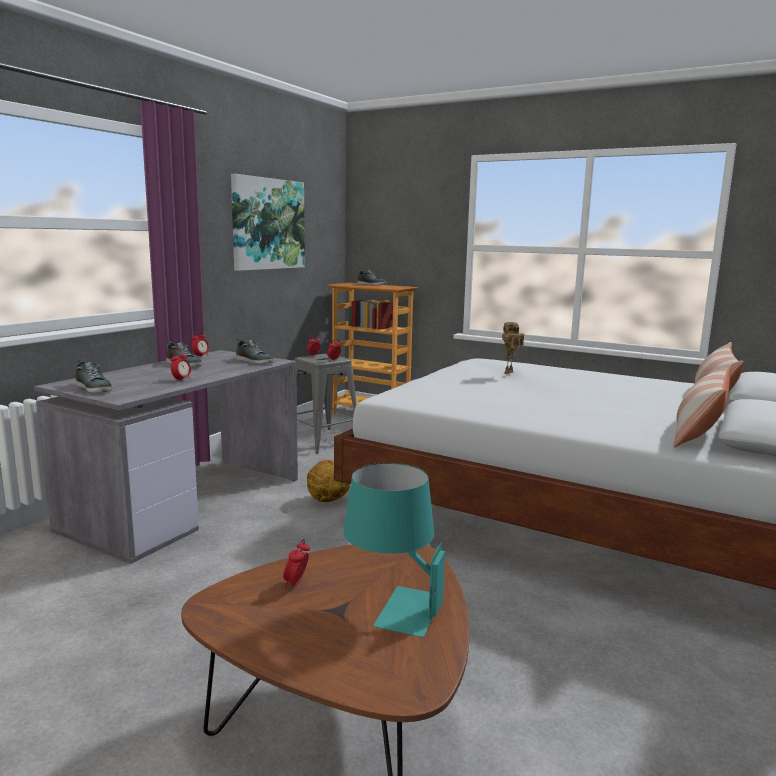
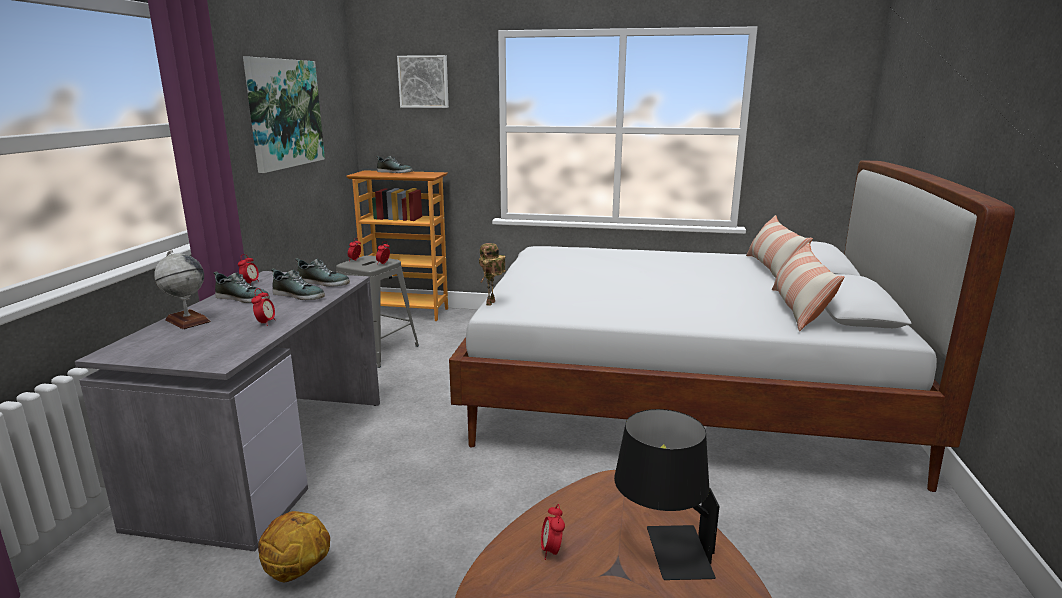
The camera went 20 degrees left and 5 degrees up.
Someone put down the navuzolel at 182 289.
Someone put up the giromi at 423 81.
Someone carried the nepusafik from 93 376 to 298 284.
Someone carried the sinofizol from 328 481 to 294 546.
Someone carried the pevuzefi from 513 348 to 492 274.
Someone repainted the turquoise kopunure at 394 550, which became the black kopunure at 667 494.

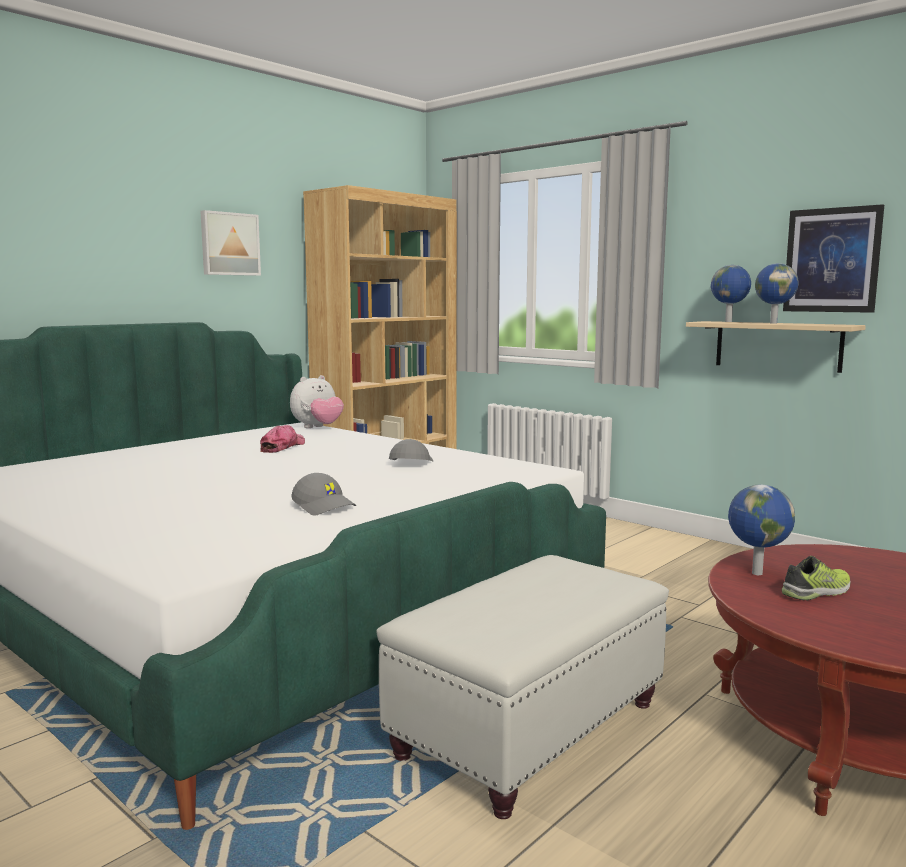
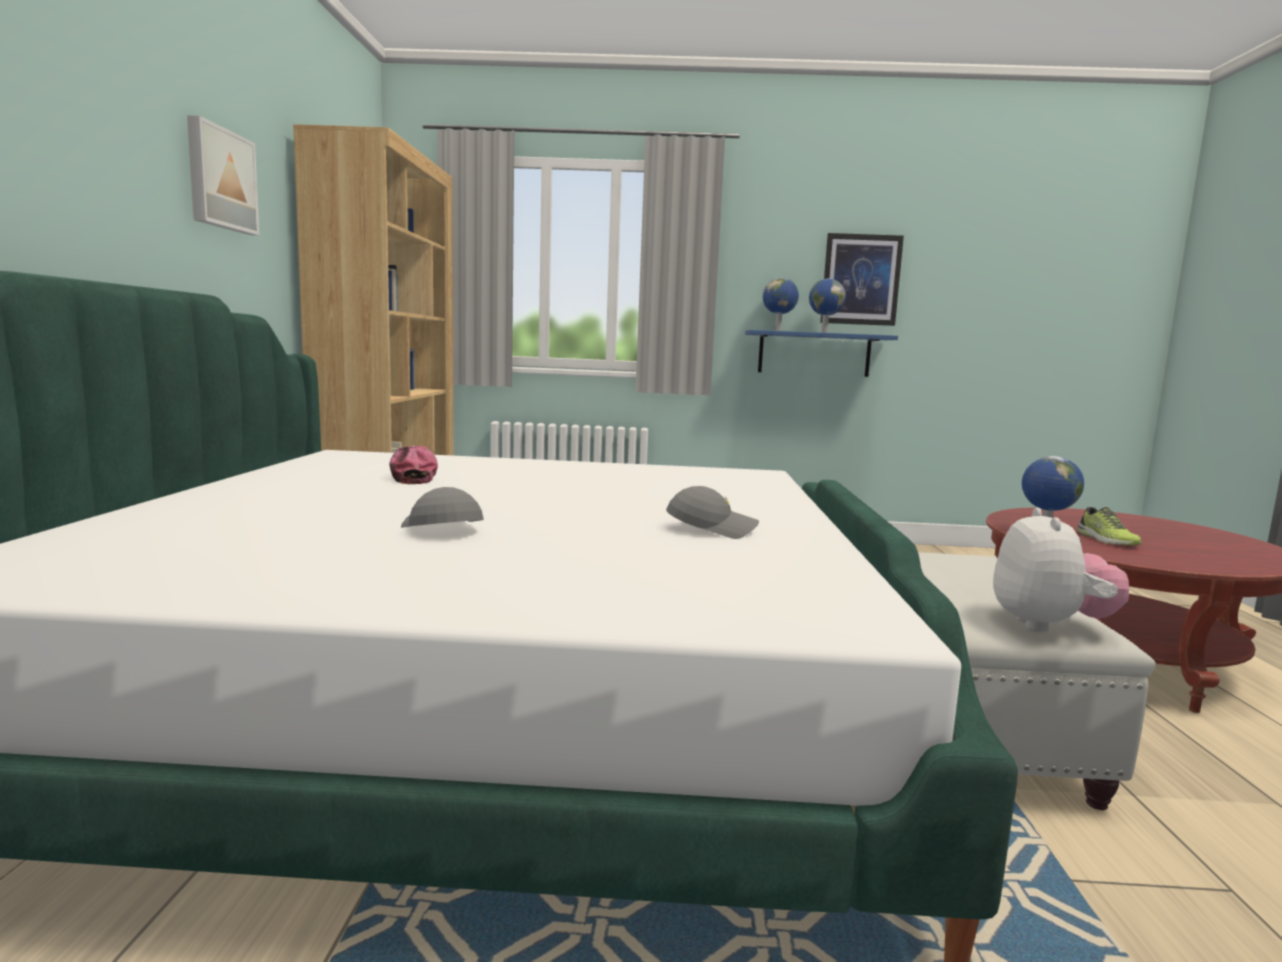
The camera went 40 degrees left and 0 degrees up.
Someone carried the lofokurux from 317 401 to 1061 570.
Someone carried the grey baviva from 411 450 to 442 507.
Someone repainted the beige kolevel at 776 347, which became the blue kolevel at 821 353.
Someone rotated the nepusafik at 816 578 by 150 degrees clockwise.

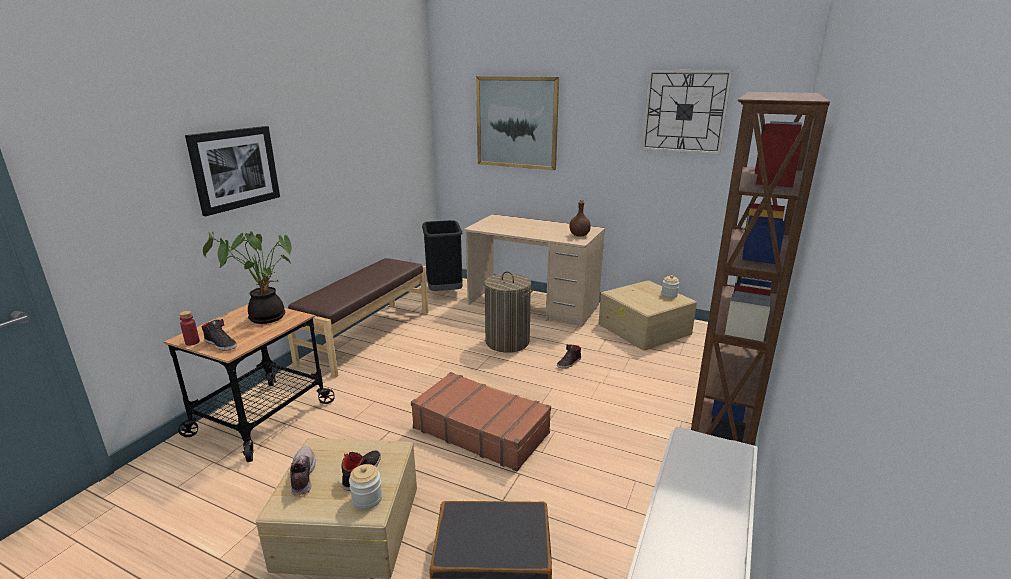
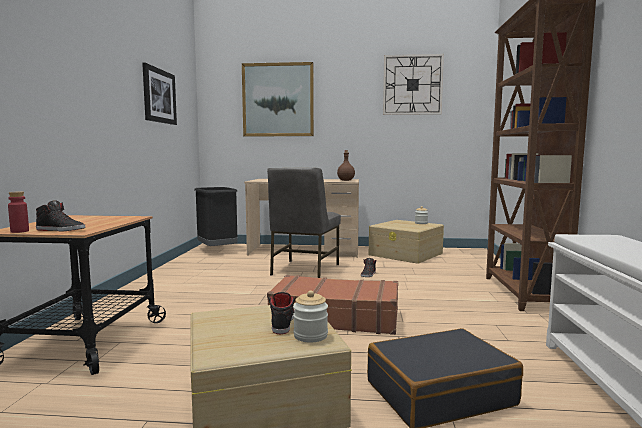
The camera went 20 degrees left and 15 degrees down.
Someone took away the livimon at 247 277.
Someone took away the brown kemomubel at 358 318.
Someone took away the nepusafik at 303 471.
Someone carried the giromi from 232 171 to 159 94.
Someone swapped the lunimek at 508 311 for the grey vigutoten at 304 223.

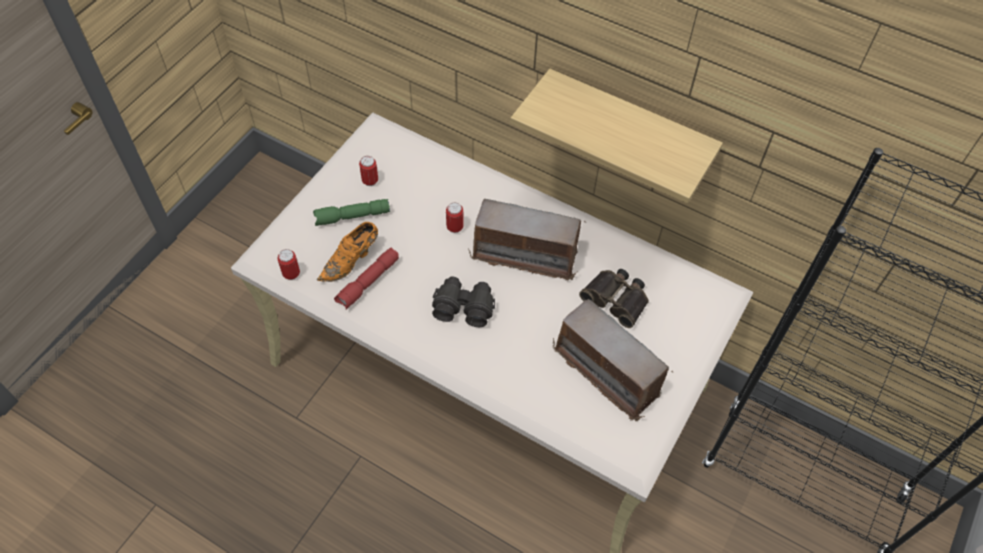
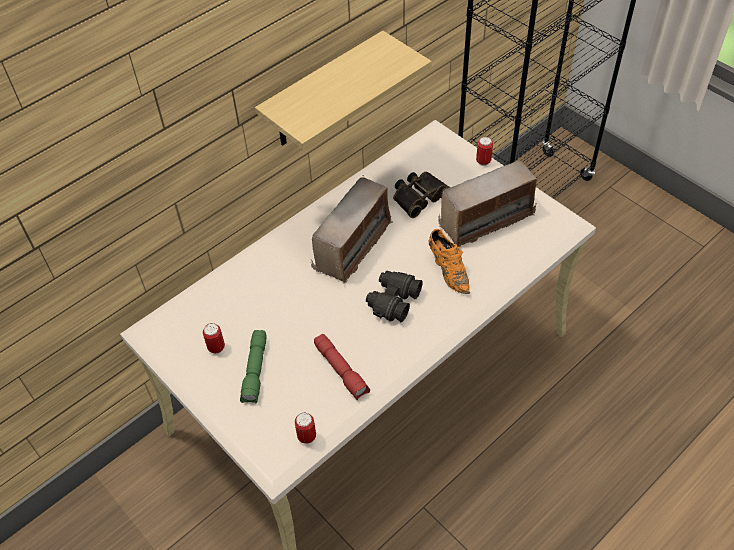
The camera went 70 degrees left and 5 degrees down.
Someone carried the orange nepusafik from 347 252 to 449 261.
Someone carried the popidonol from 455 218 to 484 151.

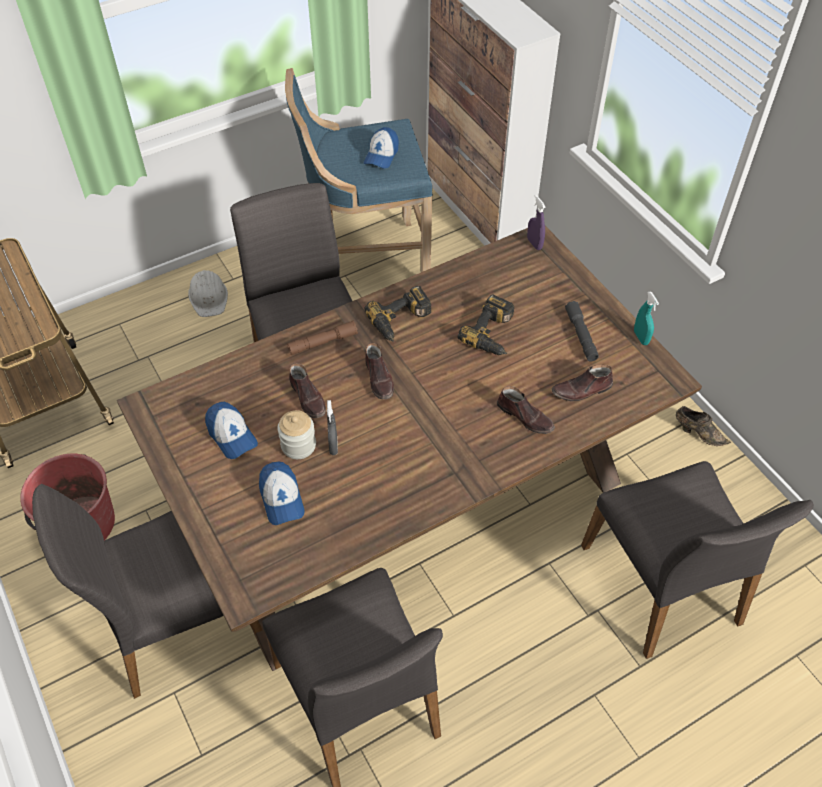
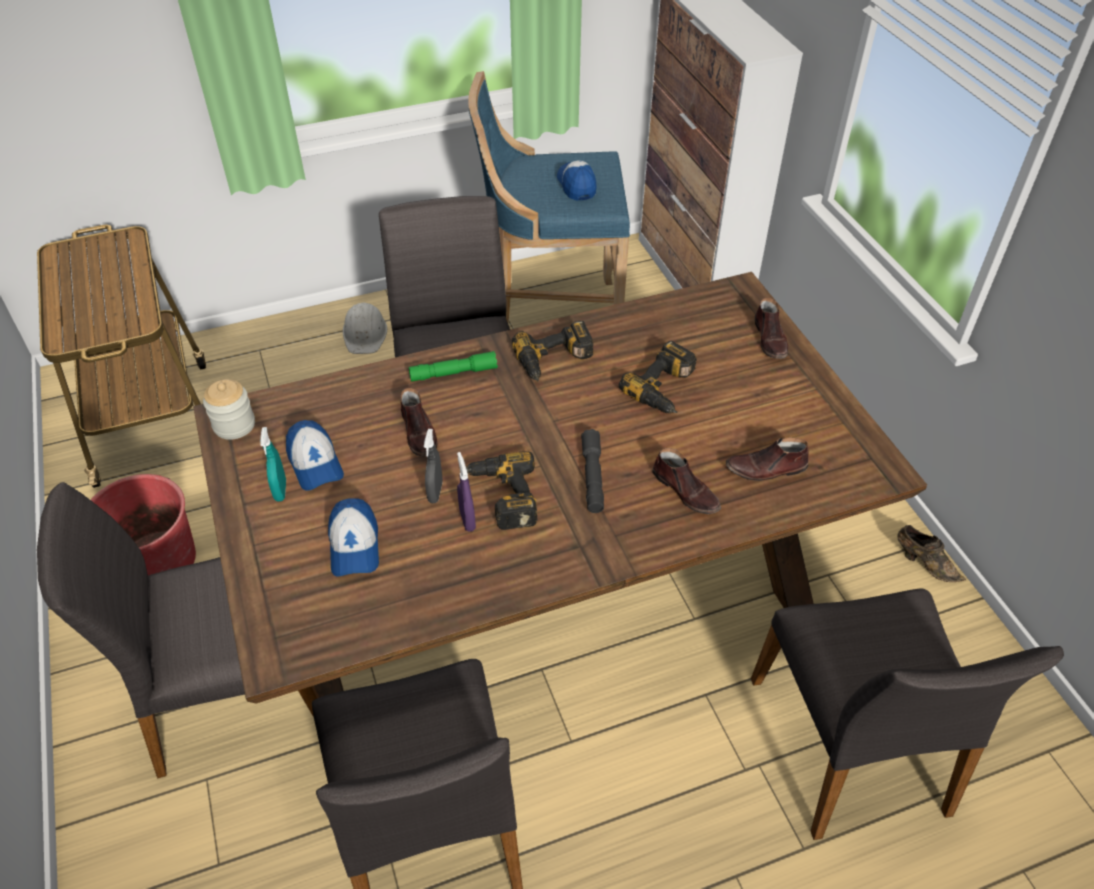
The camera went 10 degrees right and 5 degrees down.
Someone put down the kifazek at 501 490.
Someone carried the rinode from 297 434 to 229 409.
Someone carried the brown nepusafik from 379 371 to 771 328.
Someone carried the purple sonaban from 536 222 to 466 492.
Someone carried the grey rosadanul from 582 331 to 592 471.
Someone carried the turquoise sonaban from 646 318 to 273 464.
Someone repainted the brown rosadanul at 322 338, which became the green rosadanul at 453 366.
Someone rotated the baviva at 381 148 by 135 degrees clockwise.

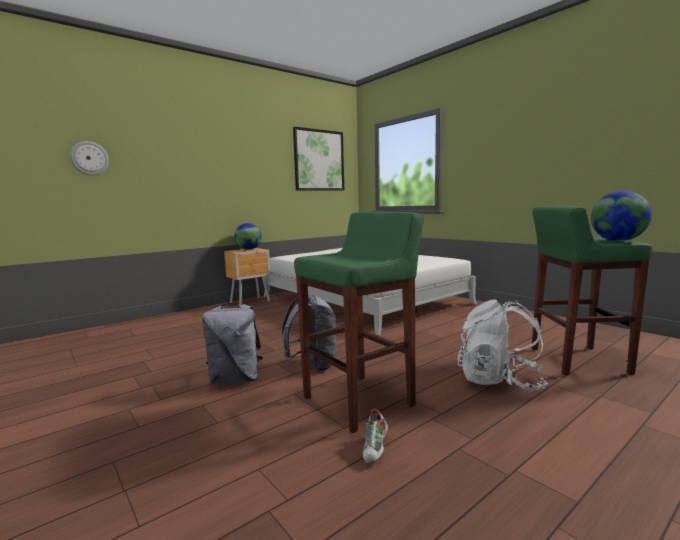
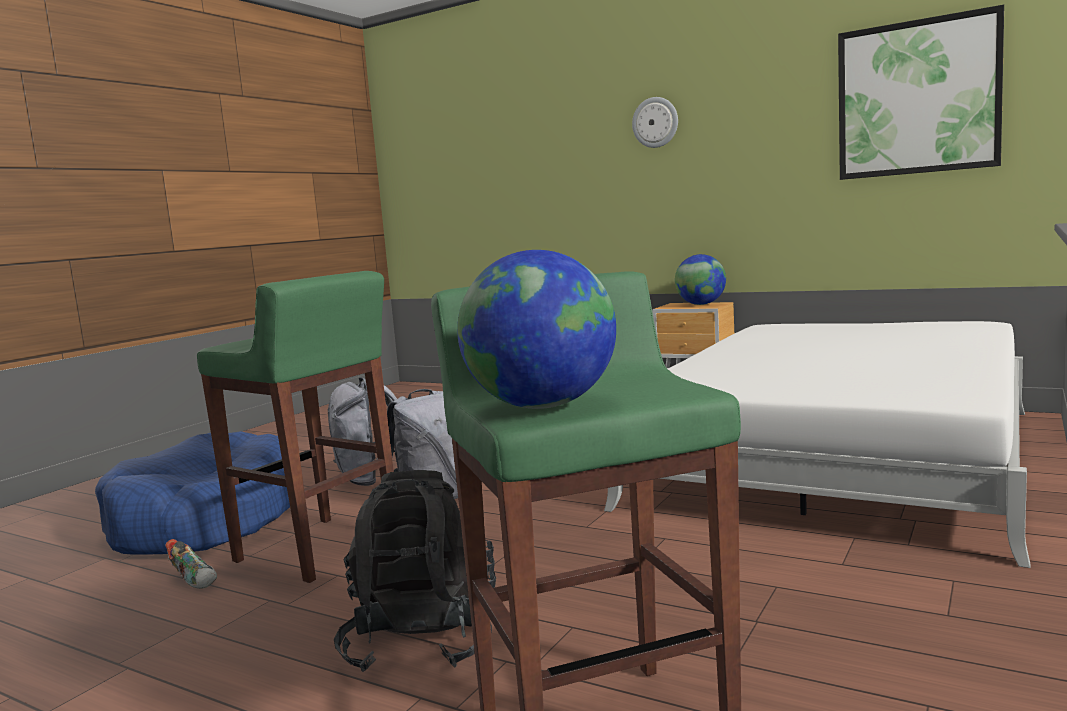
The camera went 70 degrees right and 0 degrees up.
Someone put down the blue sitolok at 192 493.
Someone carried the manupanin from 89 158 to 655 122.
Someone repainted the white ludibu at 503 345, which became the black ludibu at 415 571.
Someone rotated the nepusafik at 375 436 by 135 degrees counterclockwise.

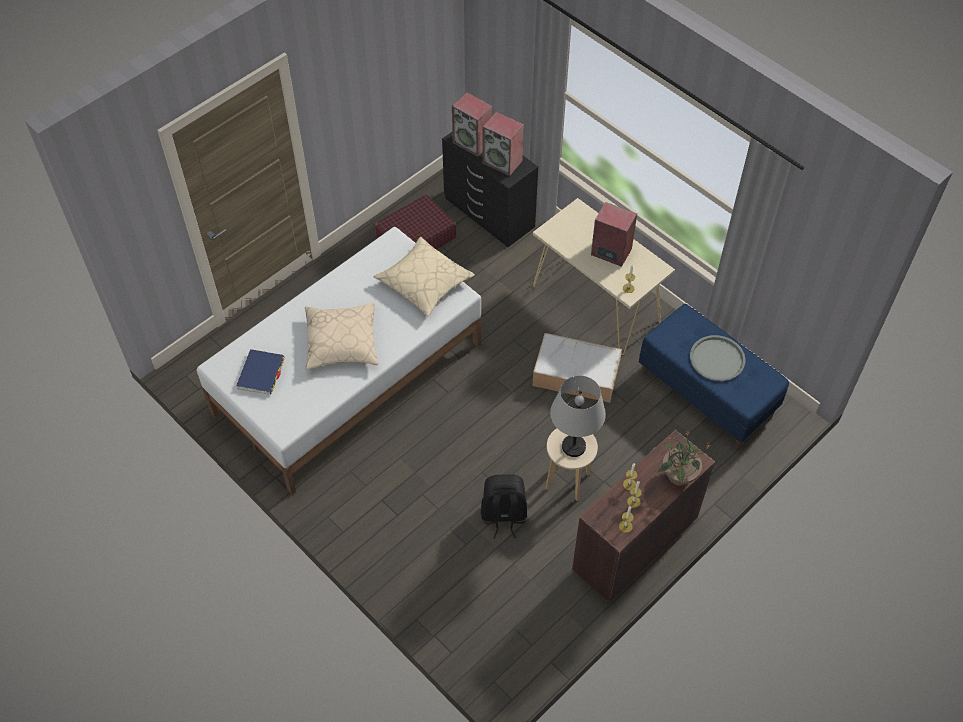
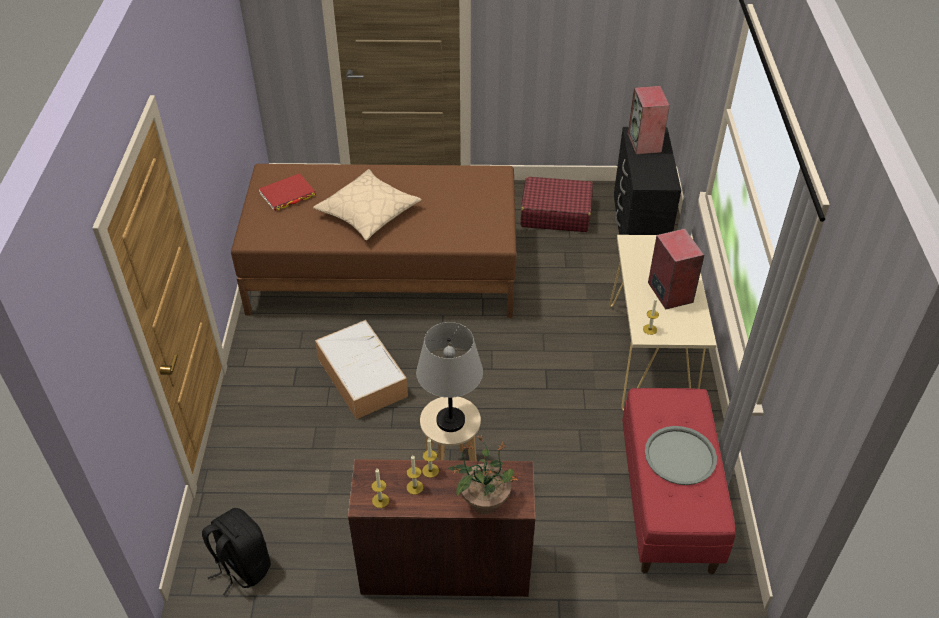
The camera went 45 degrees right and 10 degrees down.
Someone took away the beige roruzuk at 424 277.
Someone took away the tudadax at 503 144.
Someone carried the black ludibu from 504 506 to 236 552.
Someone carried the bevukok from 577 368 to 361 369.
Someone repainted the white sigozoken at 339 361, which became the brown sigozoken at 374 241.
Someone repainted the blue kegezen at 260 372, which became the red kegezen at 287 192.
Someone repainted the blue kemomubel at 714 376, which became the red kemomubel at 679 481.

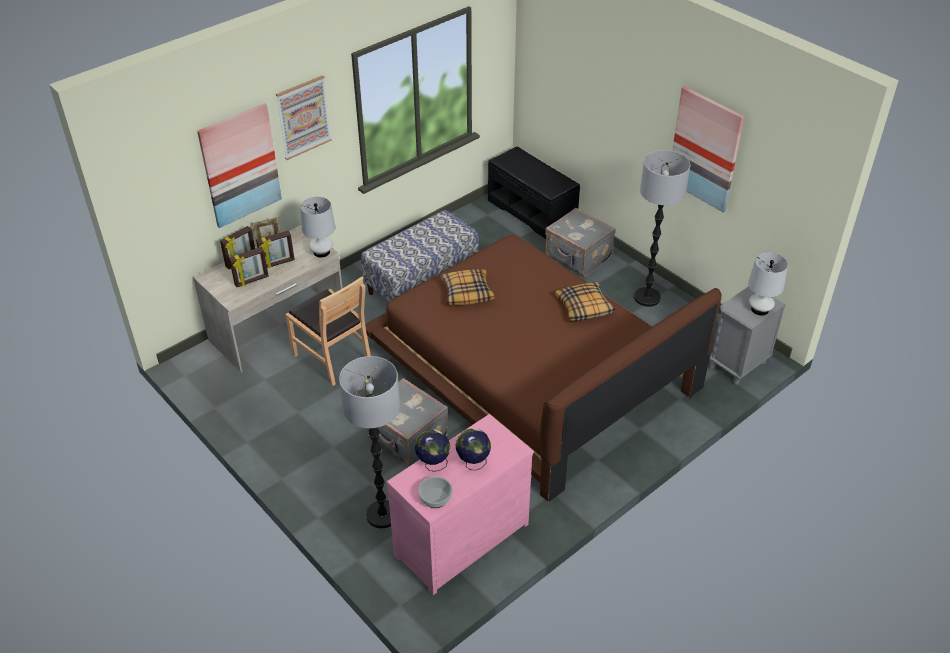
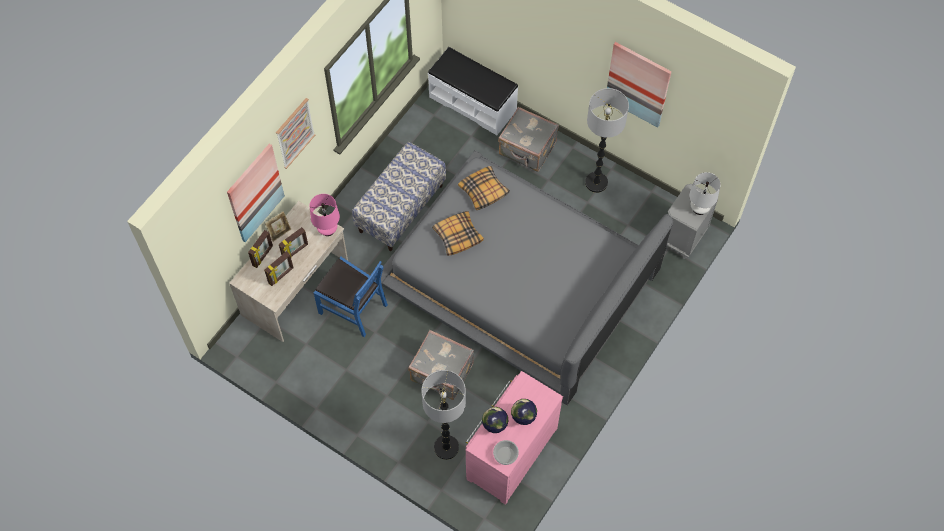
The camera went 15 degrees left and 20 degrees up.
Someone carried the roruzuk from 585 301 to 484 188.
Someone repainted the brown vigutoten at 328 331, which became the blue vigutoten at 351 297.
Someone repainted the white kopunure at 317 227, which became the pink kopunure at 325 215.
Someone repainted the brown sigozoken at 543 368, which became the grey sigozoken at 524 277.
Someone repainted the black kemomubel at 534 192, which became the white kemomubel at 473 91.

